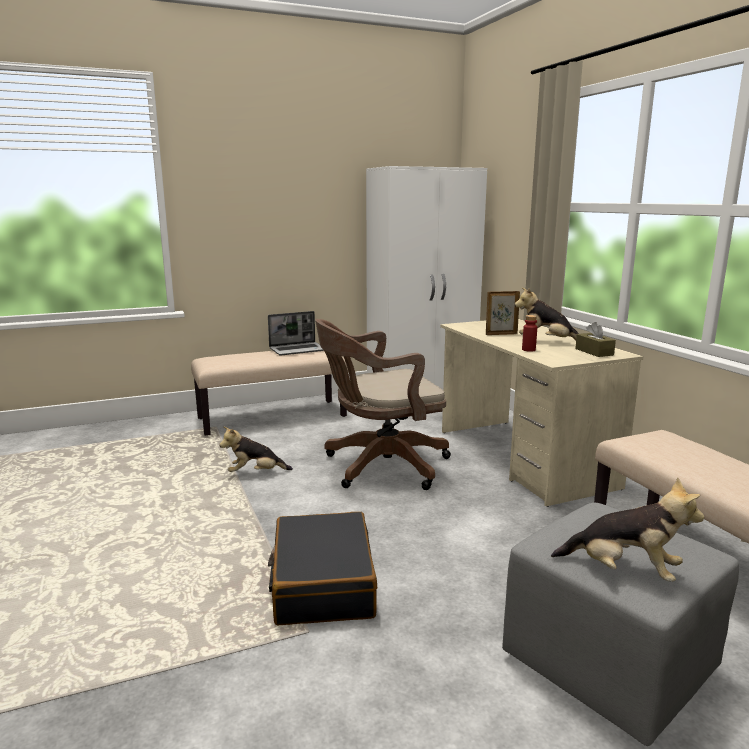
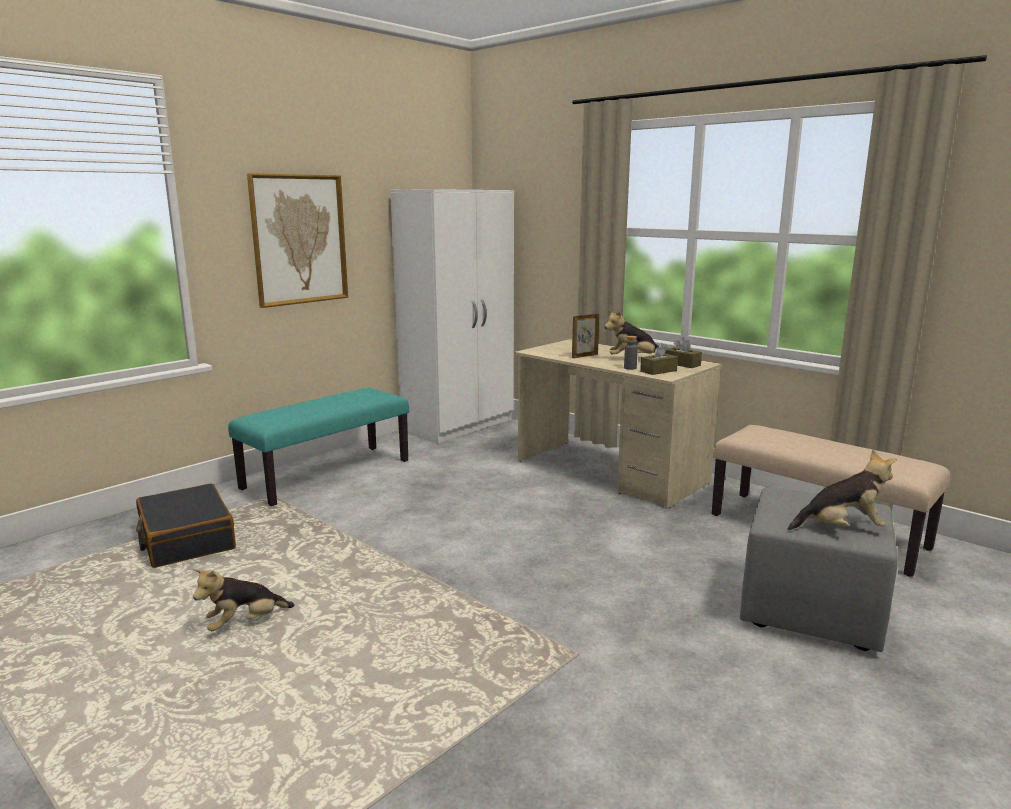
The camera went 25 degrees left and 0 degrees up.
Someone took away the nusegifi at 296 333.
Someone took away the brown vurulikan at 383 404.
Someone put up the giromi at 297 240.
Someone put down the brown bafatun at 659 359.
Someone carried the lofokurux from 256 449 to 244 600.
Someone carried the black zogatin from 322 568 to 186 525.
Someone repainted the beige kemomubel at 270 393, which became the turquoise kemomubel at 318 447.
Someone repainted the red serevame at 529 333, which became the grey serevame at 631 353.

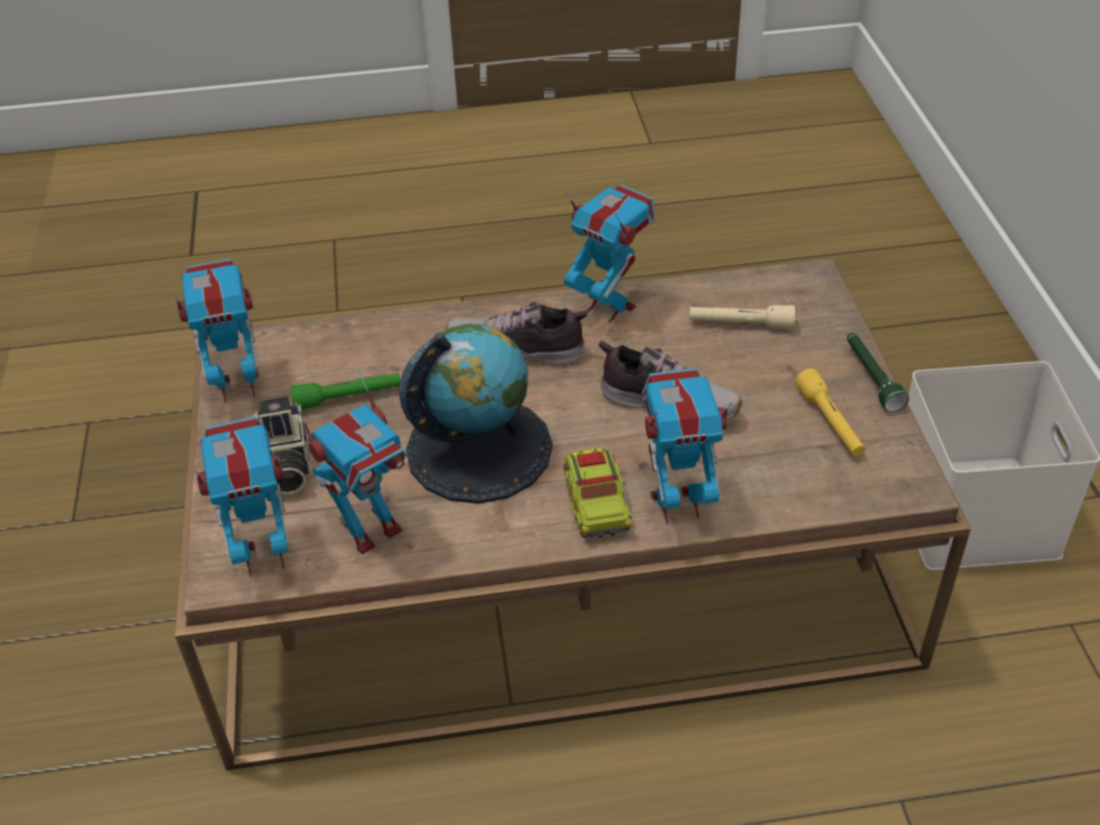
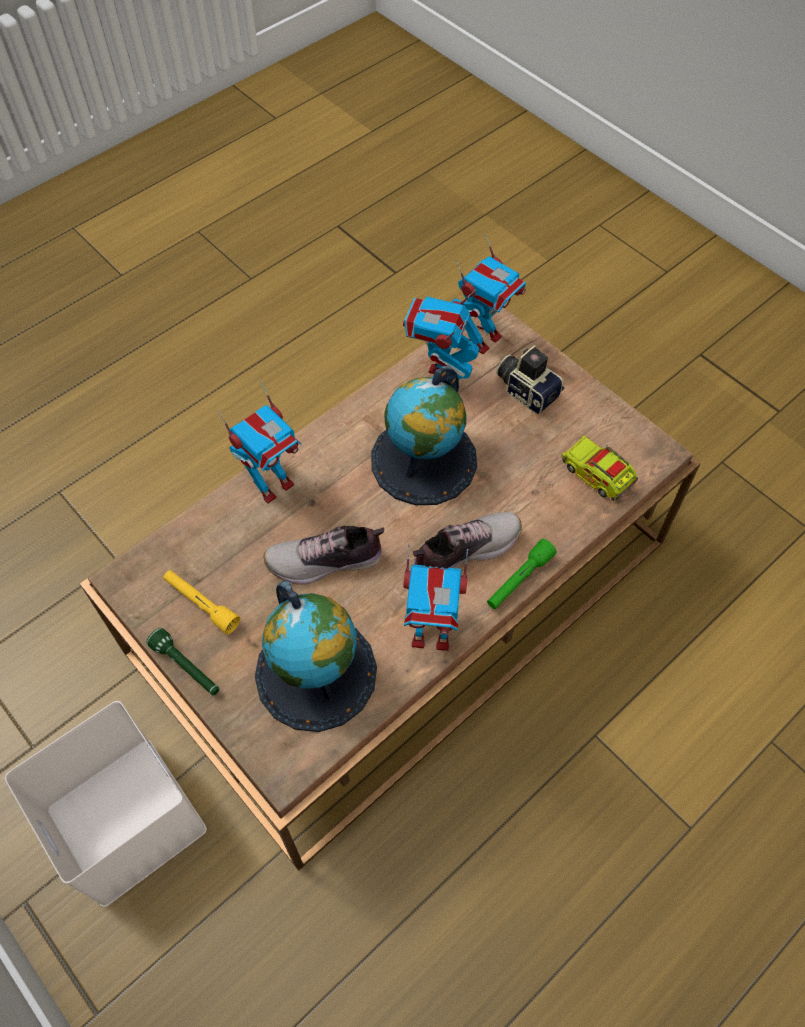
The camera went 145 degrees right and 15 degrees up.
Someone took away the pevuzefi at 216 331.
Someone carried the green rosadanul from 345 391 to 522 574.
Someone carried the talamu from 598 493 to 599 468.
Someone swapped the beige rosadanul at 742 317 for the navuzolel at 316 656.

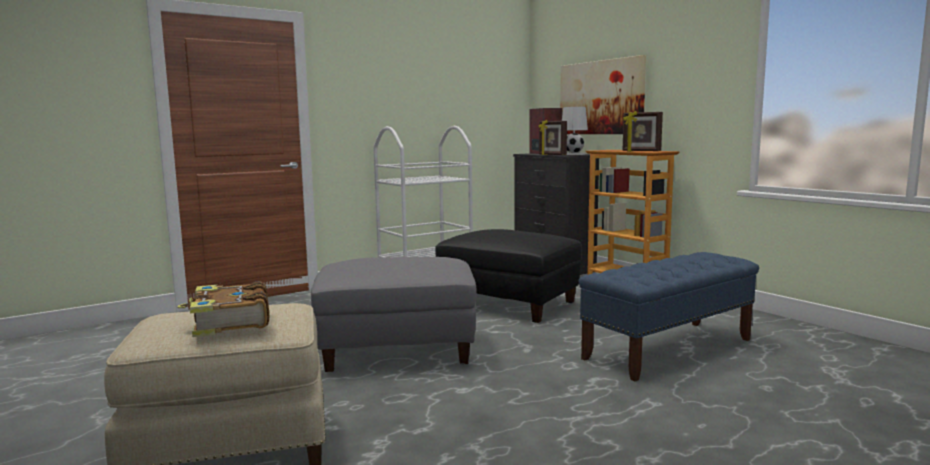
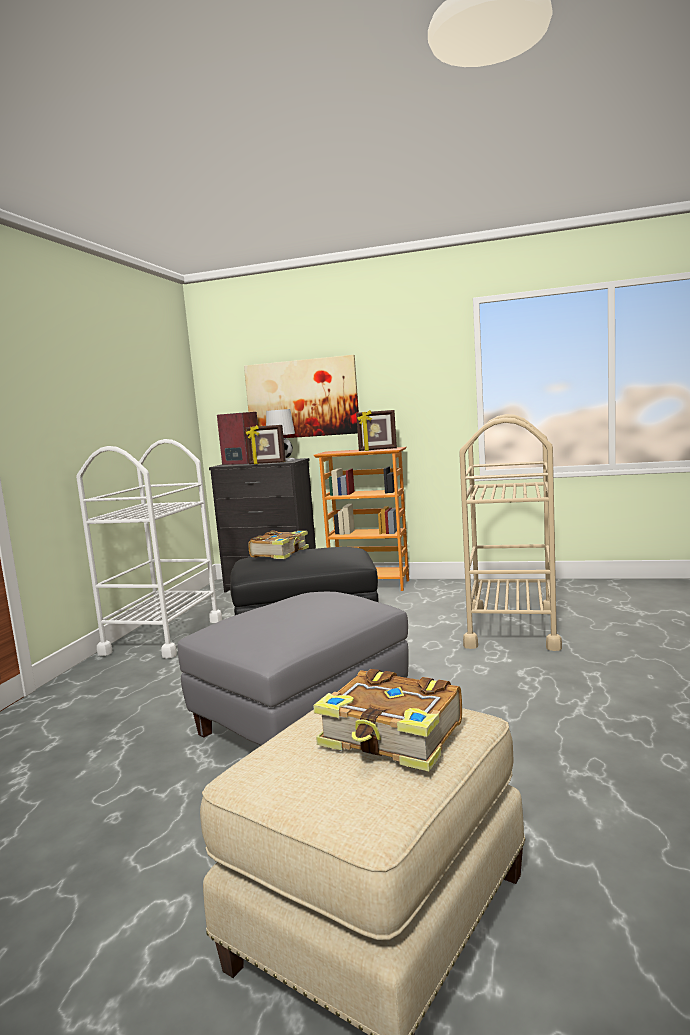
The camera went 40 degrees left and 0 degrees up.
Someone put down the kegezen at 278 545.
Someone swapped the blue kemomubel at 669 316 for the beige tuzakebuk at 510 532.

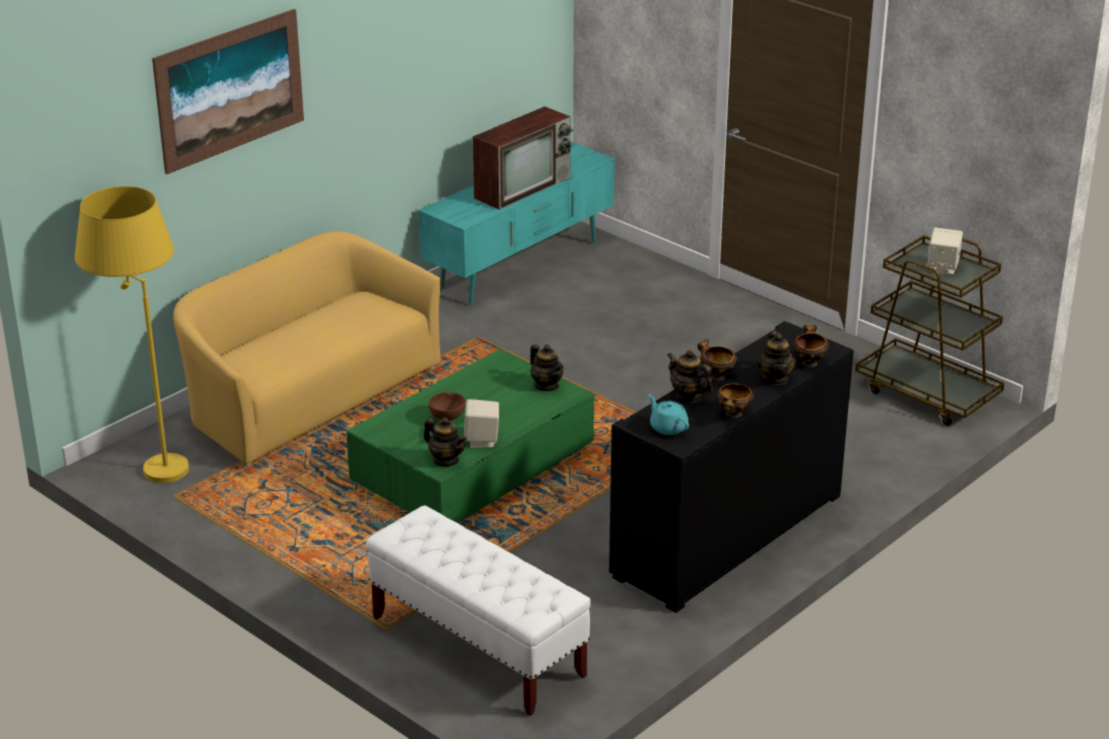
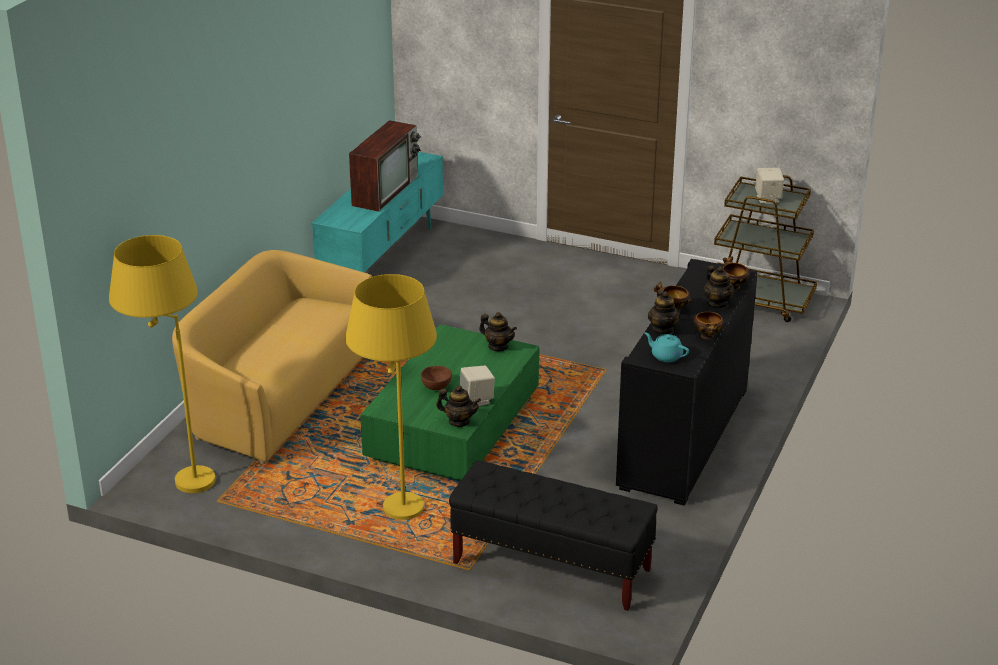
The camera went 20 degrees left and 0 degrees up.
Someone took away the giromi at 228 91.
Someone put down the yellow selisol at 391 397.
Someone repainted the white kemomubel at 478 611, which became the black kemomubel at 553 535.
Someone rotated the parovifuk at 690 376 by 120 degrees counterclockwise.

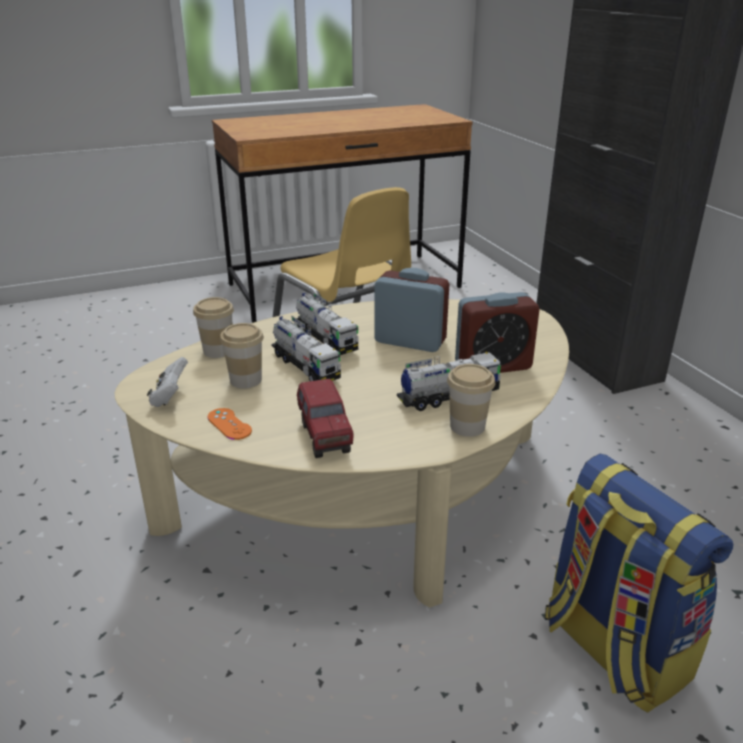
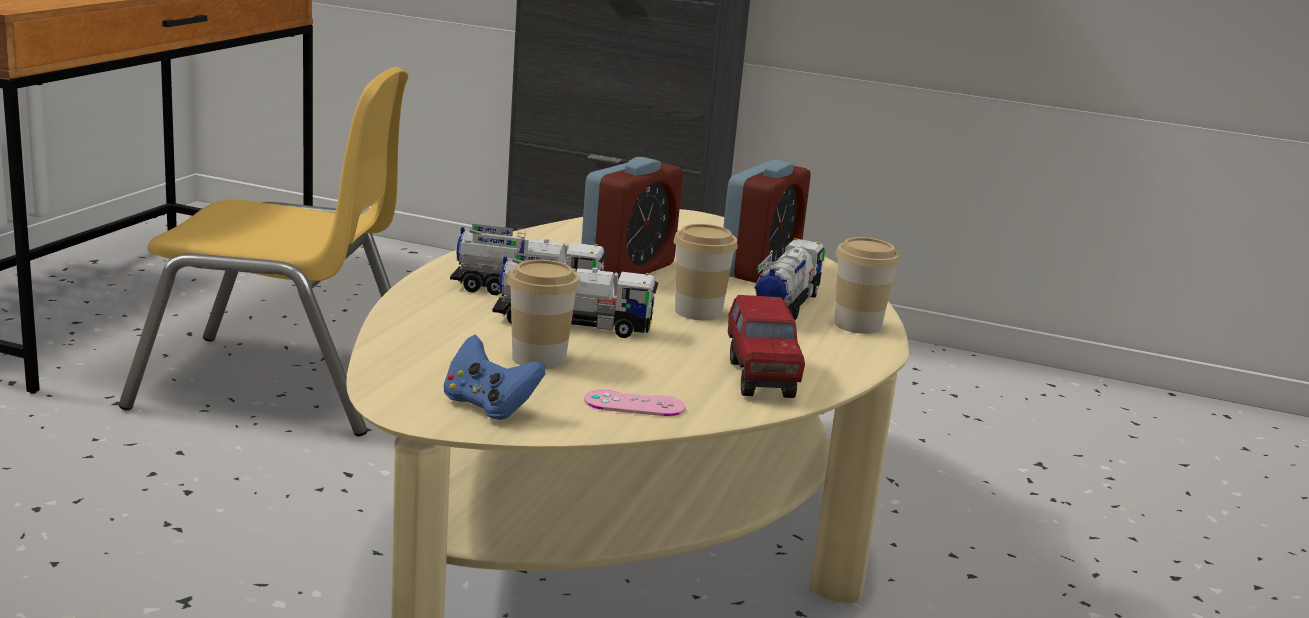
The camera went 50 degrees left and 10 degrees down.
Someone took away the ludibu at 639 583.
Someone carried the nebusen from 213 327 to 705 272.
Someone repainted the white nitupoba at 167 382, which became the blue nitupoba at 494 377.
Someone repainted the orange nitupoba at 230 424, which became the pink nitupoba at 635 402.
Someone rotated the talamu at 325 418 by 60 degrees clockwise.
Someone rotated the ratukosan at 412 310 by 150 degrees clockwise.

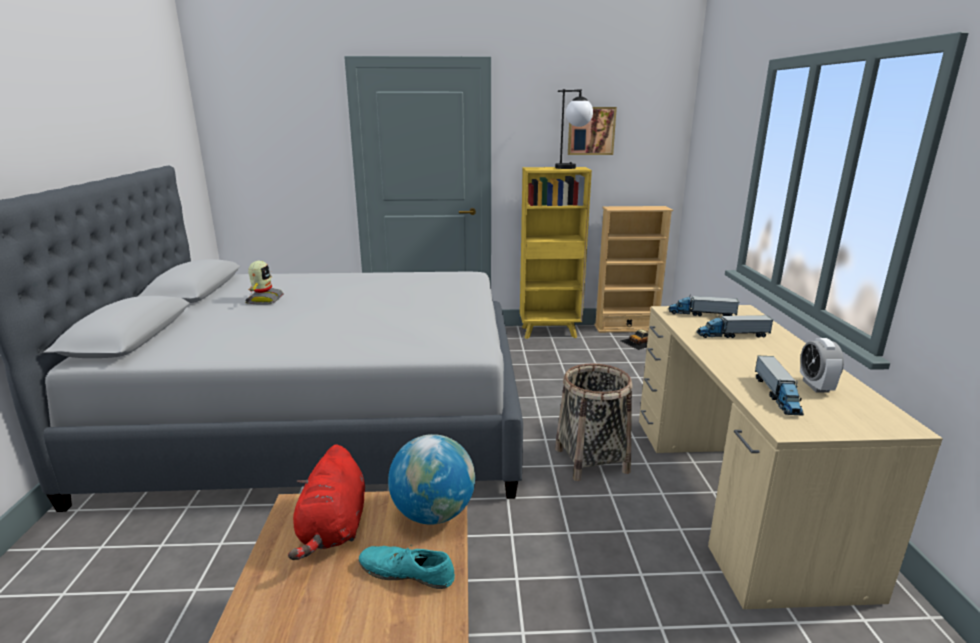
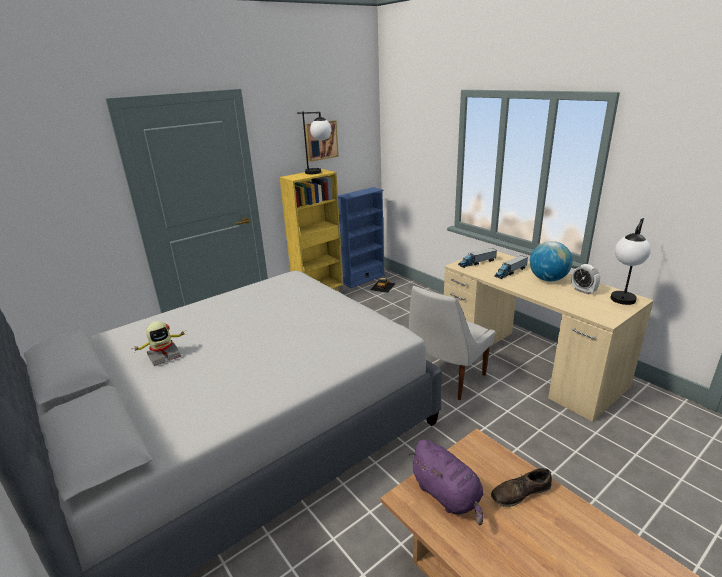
The camera went 35 degrees left and 5 degrees up.
Someone took away the talamu at 779 385.
Someone put down the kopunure at 630 261.
Someone carried the navuzolel from 431 479 to 551 261.
Someone swapped the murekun at 593 422 for the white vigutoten at 452 343.
Someone repainted the red lofokurux at 326 502, which became the purple lofokurux at 446 482.
Someone repainted the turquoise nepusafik at 407 567, which became the brown nepusafik at 521 487.
Someone repainted the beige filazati at 633 269, which became the blue filazati at 361 237.
Someone rotated the pevuzefi at 265 283 by 90 degrees clockwise.

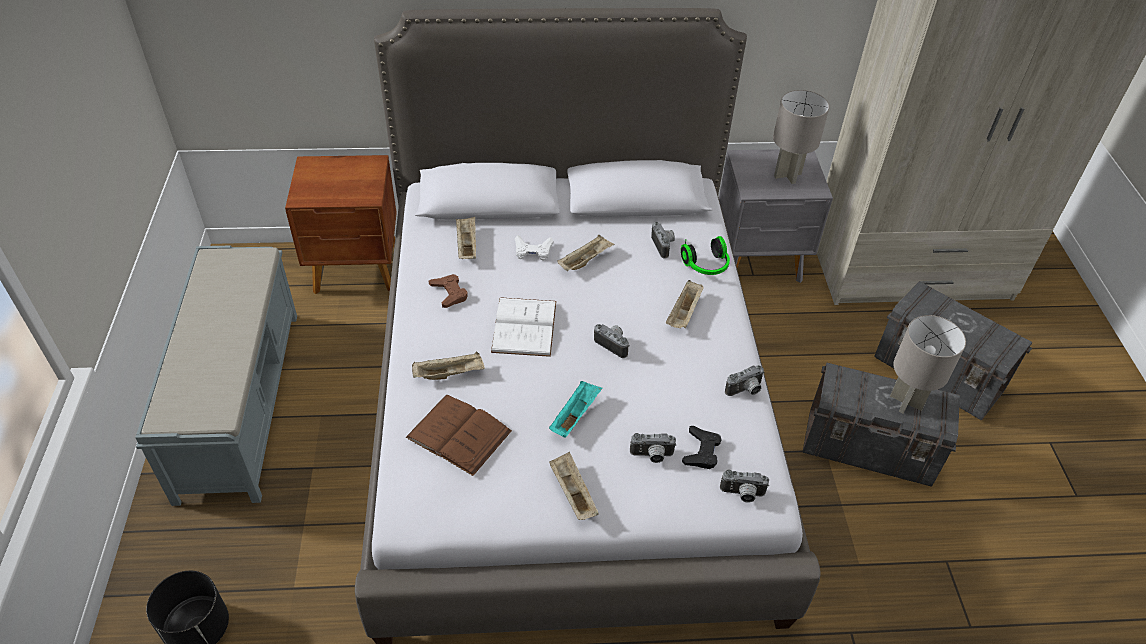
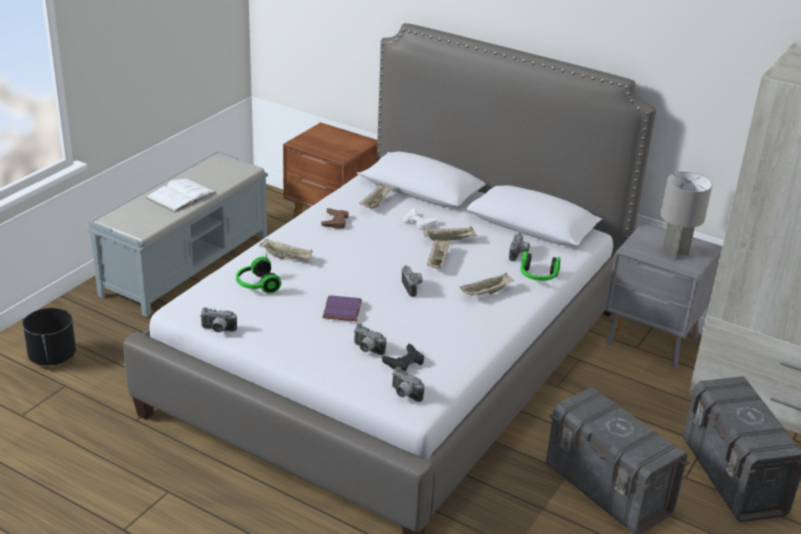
The camera went 35 degrees right and 15 degrees down.
Someone took away the grey kopunure at 928 364.
Someone carried the white kegezen from 523 327 to 181 195.
Someone carried the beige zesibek from 574 486 to 439 253.
Someone carried the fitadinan from 745 380 to 218 320.
Someone swapped the brown kegezen at 459 435 for the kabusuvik at 258 273.
Someone swapped the turquoise zesibek at 576 409 for the purple kegezen at 342 308.

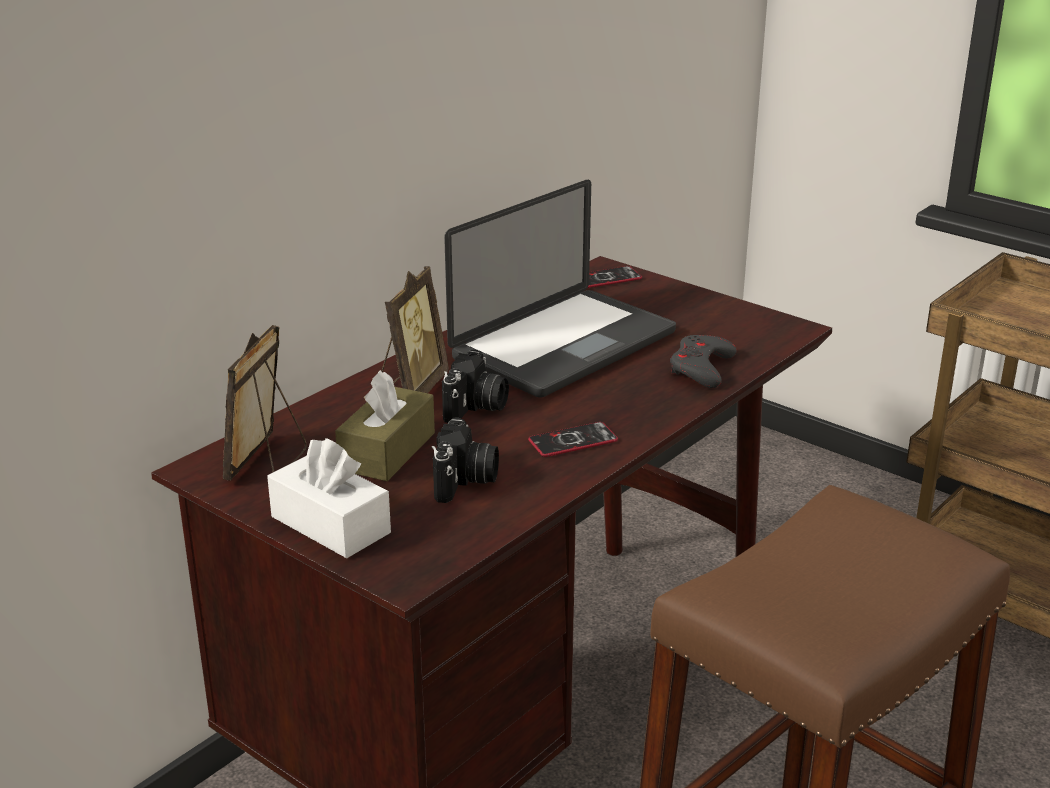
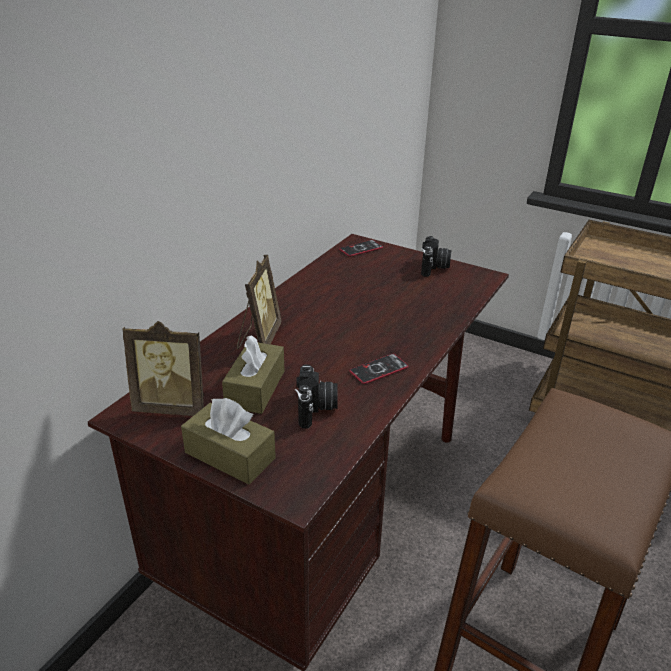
The camera went 10 degrees left and 5 degrees up.
Someone took away the nusegifi at 560 289.
Someone took away the grey nitupoba at 703 361.
Someone carried the fitadinan from 475 386 to 436 256.
Someone repainted the white bafatun at 329 498, which became the brown bafatun at 228 441.
Someone rotated the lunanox at 265 402 by 90 degrees counterclockwise.

